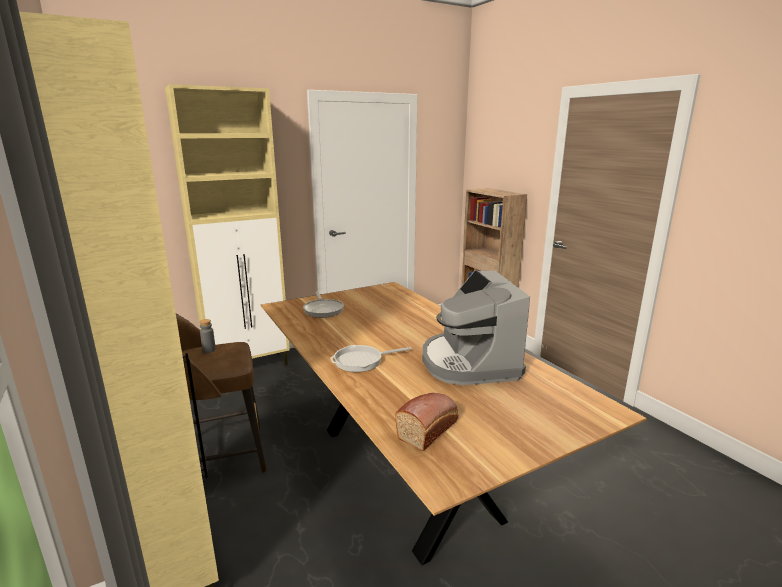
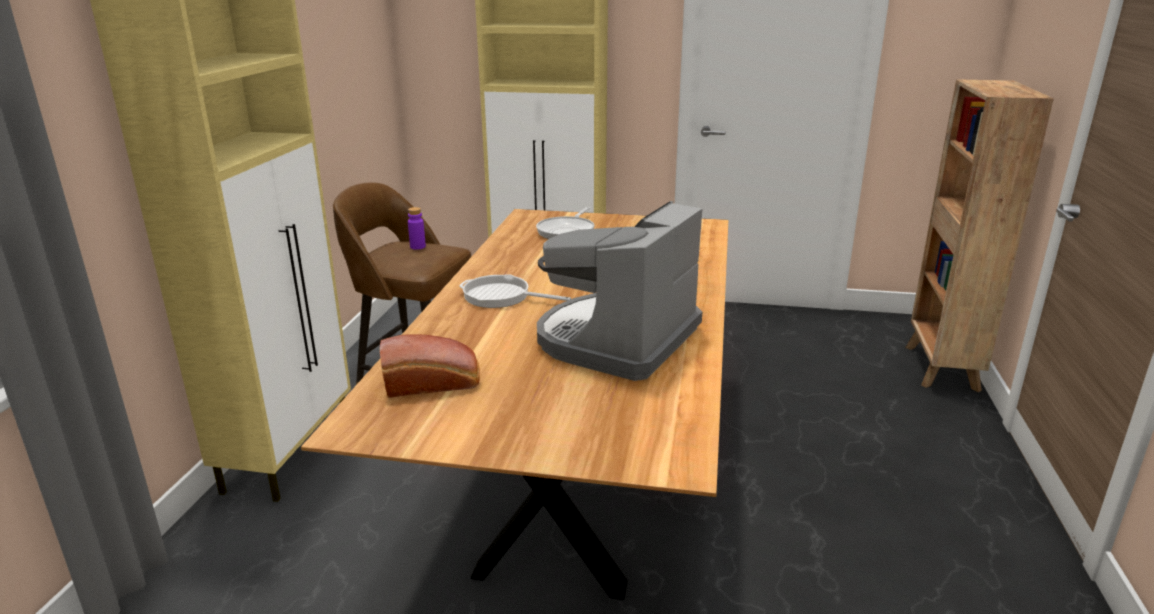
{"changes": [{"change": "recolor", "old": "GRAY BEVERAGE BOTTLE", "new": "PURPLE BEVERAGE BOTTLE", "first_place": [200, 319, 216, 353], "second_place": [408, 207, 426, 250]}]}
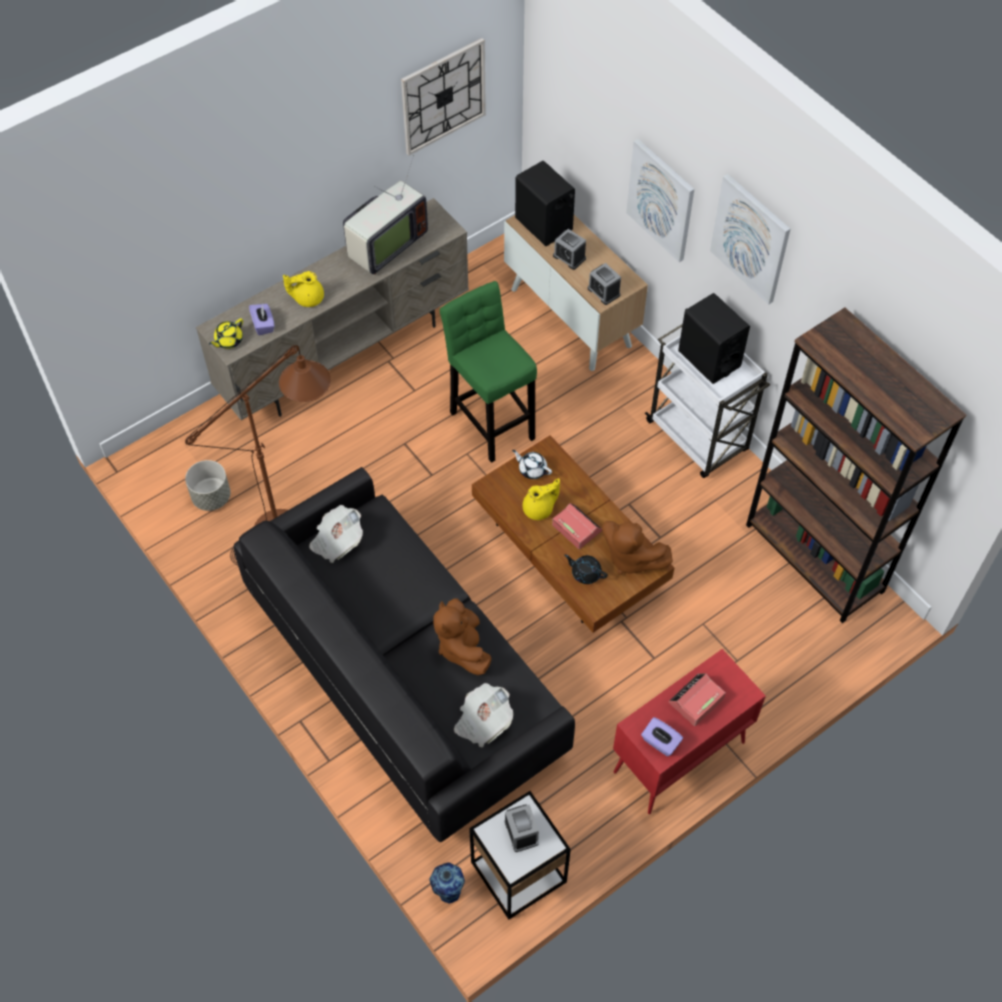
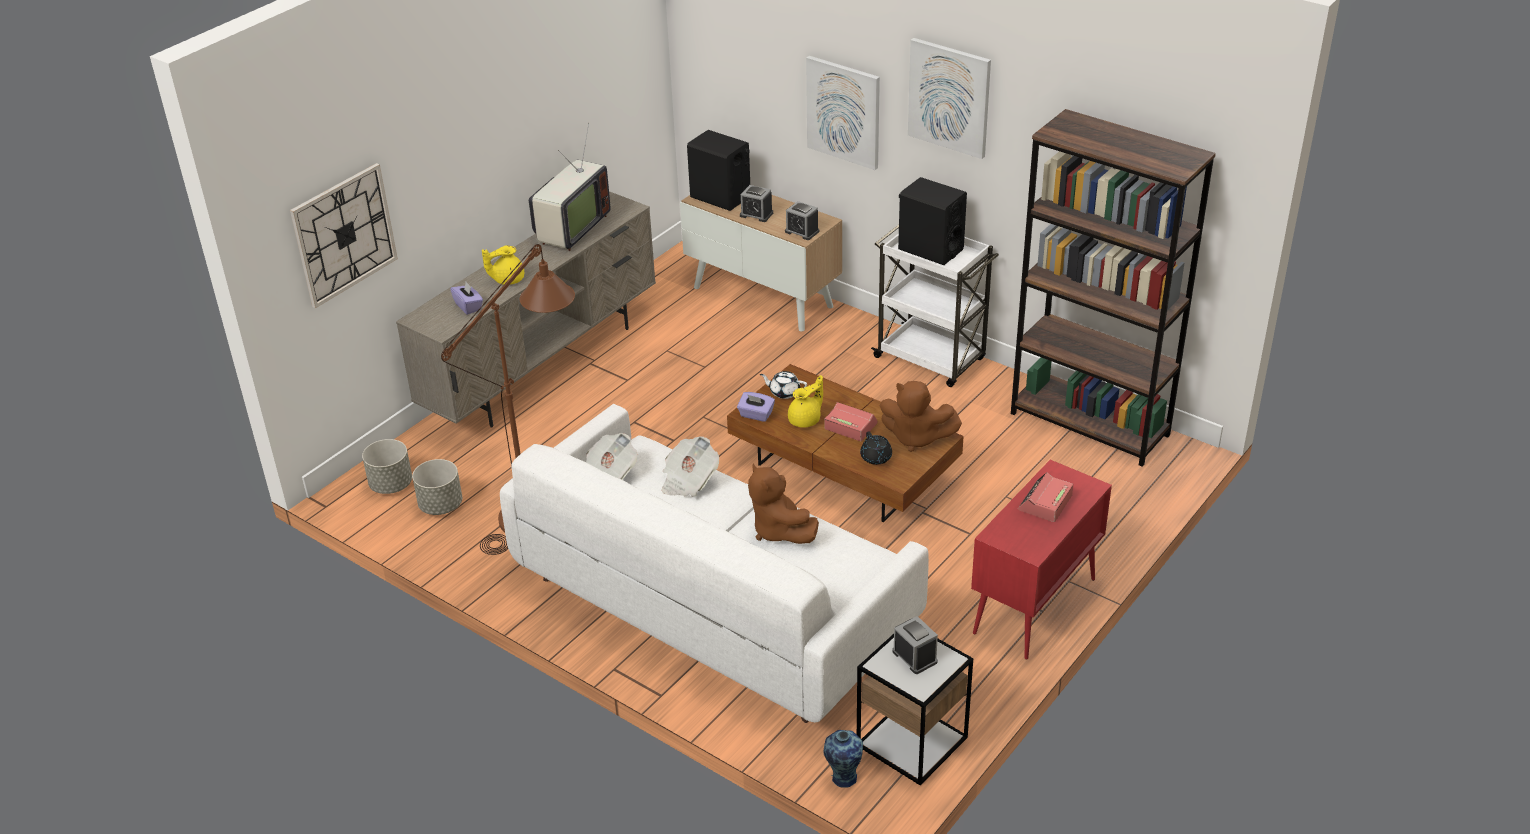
{"changes": [{"change": "delete", "old": "YELLOW-COLOURED TEAPOT", "first_place": [209, 318, 243, 349]}, {"change": "delete", "old": "GREEN-COLOURED STOOL SEAT", "first_place": [440, 281, 537, 463]}, {"change": "insert", "new": "GRAY PLANT POT", "second_place": [362, 439, 412, 494]}, {"change": "move", "old": "CLOCK ON THE WALL", "first_place": [401, 38, 486, 155], "second_place": [290, 163, 398, 308]}, {"change": "move", "old": "PRINTED PAPER", "first_place": [454, 683, 513, 747], "second_place": [662, 436, 719, 497]}, {"change": "move", "old": "PURPLE BOX OF TISSUES", "first_place": [641, 717, 683, 756], "second_place": [737, 392, 775, 422]}, {"change": "recolor", "old": "BLACK SOFA", "new": "WHITISH SOFA", "first_place": [234, 467, 575, 842], "second_place": [500, 404, 929, 723]}, {"change": "rotate", "old": "BLACK TEAPOT", "first_place": [564, 554, 608, 584], "second_place": [860, 431, 892, 465], "degrees": -120}]}
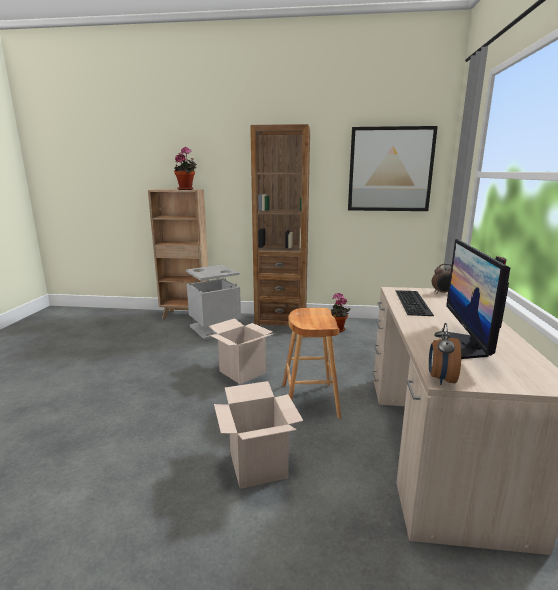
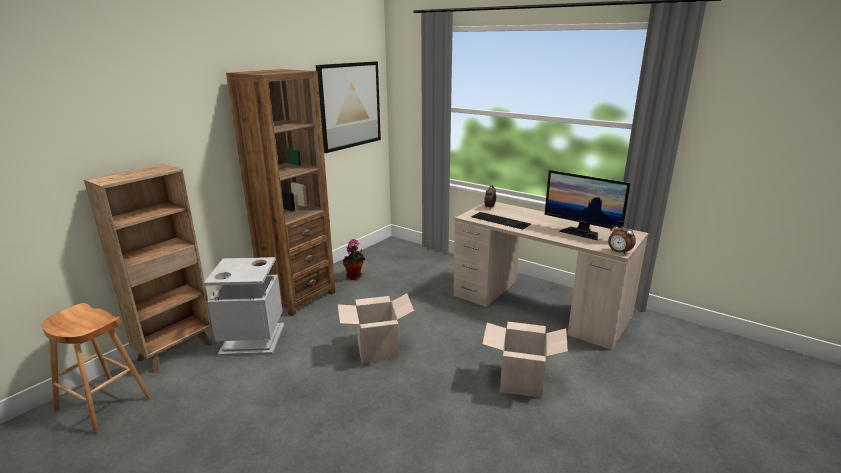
{"changes": [{"change": "delete", "old": "HOUSEPLANT", "first_place": [174, 147, 197, 190]}, {"change": "move", "old": "BROWN-COLOURED STOOL SEAT", "first_place": [282, 308, 341, 419], "second_place": [42, 303, 151, 434]}]}
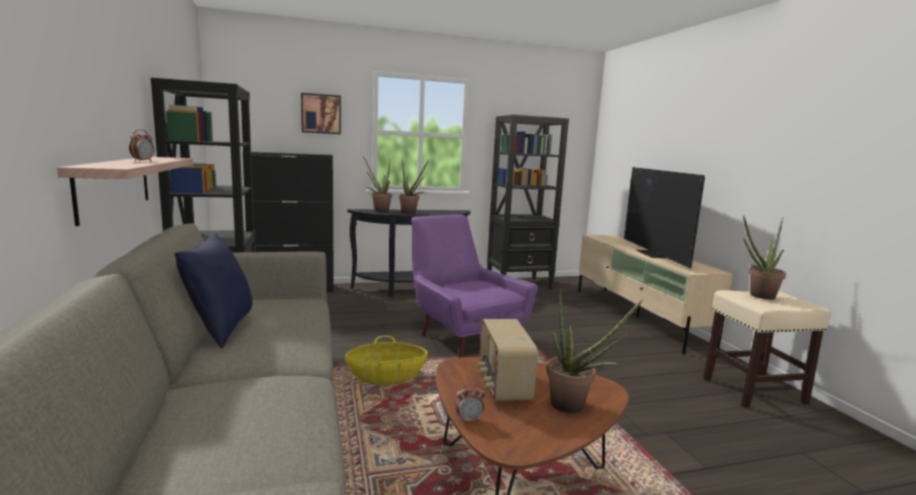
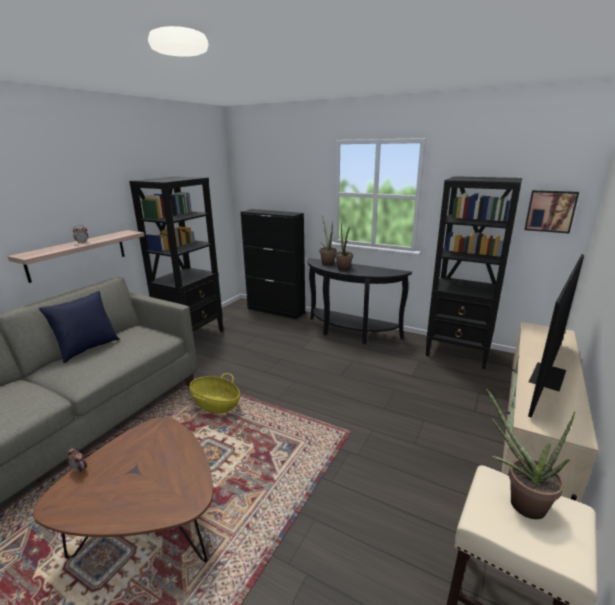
{"changes": [{"change": "delete", "old": "PURPLE ARMCHAIR", "first_place": [411, 214, 538, 358]}, {"change": "delete", "old": "RADIO", "first_place": [478, 319, 538, 401]}, {"change": "delete", "old": "HOUSEPLANT", "first_place": [546, 289, 643, 413]}, {"change": "move", "old": "WALL ART", "first_place": [301, 93, 341, 134], "second_place": [524, 190, 579, 233]}]}
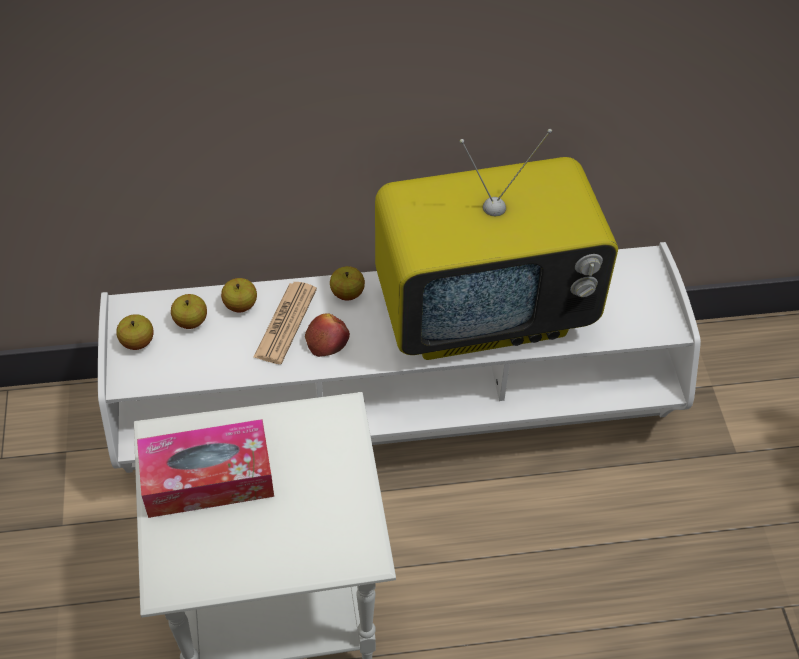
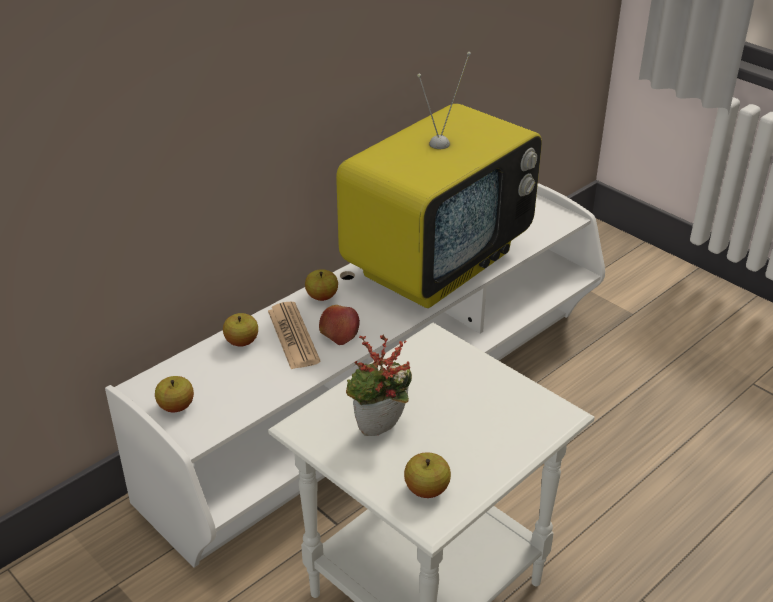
{"changes": [{"change": "move", "old": "WHOLE APPLE", "first_place": [171, 294, 207, 329], "second_place": [404, 452, 451, 498]}, {"change": "replace", "old": "BOX OF TISSUES", "new": "HOUSEPLANT", "first_place": [137, 419, 274, 518], "second_place": [346, 335, 412, 436]}]}
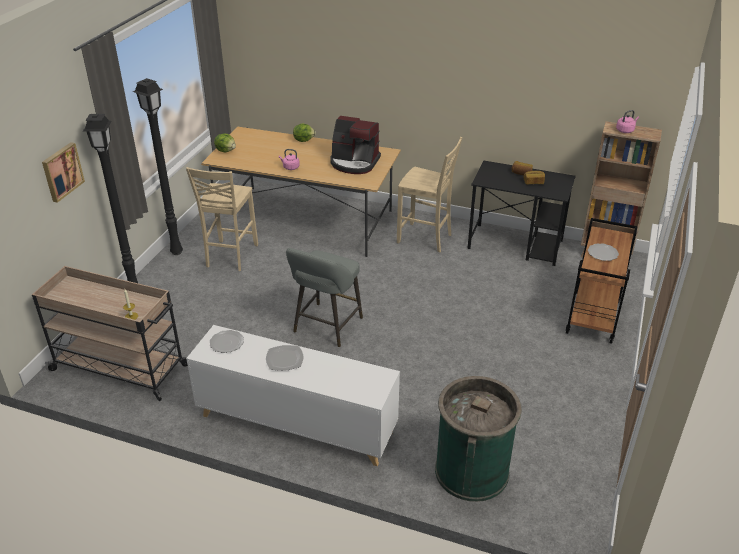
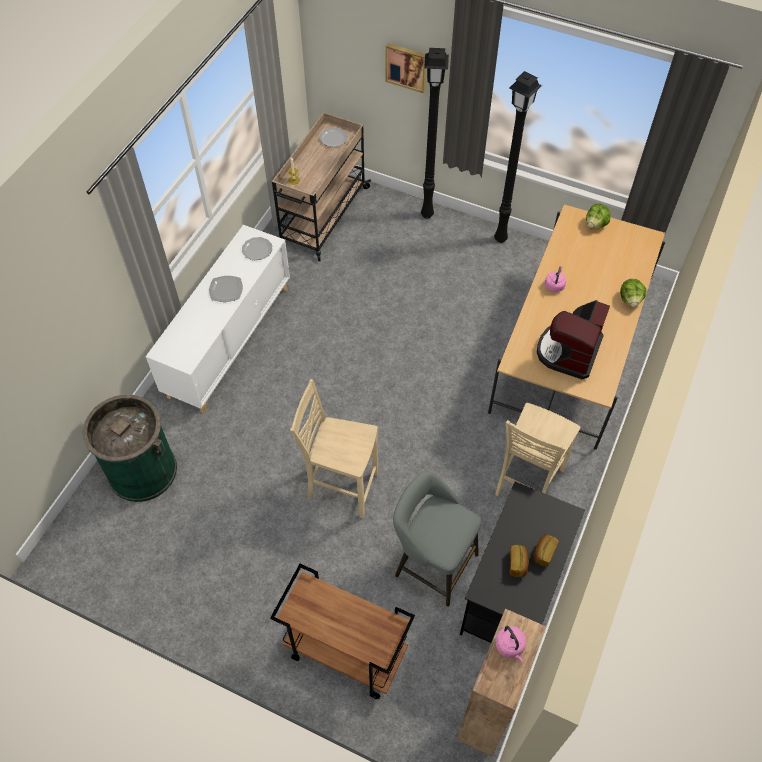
{"changes": [{"change": "move", "old": "BEIGE-COLOURED UPRIGHT CHAIR", "first_place": [186, 167, 258, 271], "second_place": [290, 379, 378, 518]}, {"change": "move", "old": "GRAY STOOL SEAT", "first_place": [286, 248, 363, 347], "second_place": [393, 471, 481, 607]}, {"change": "move", "old": "DINNER PLATE", "first_place": [588, 243, 619, 261], "second_place": [319, 128, 348, 147]}]}
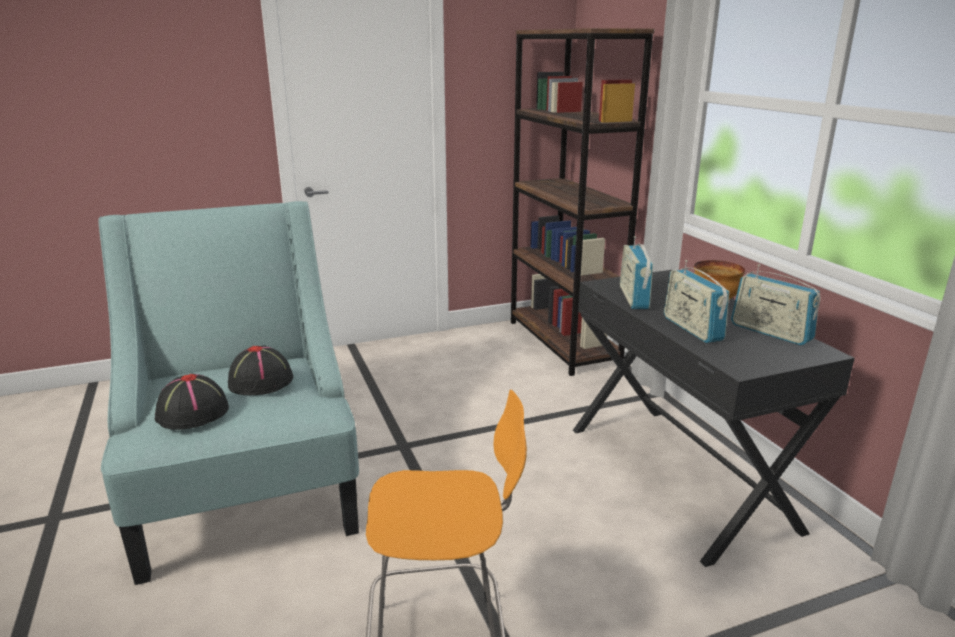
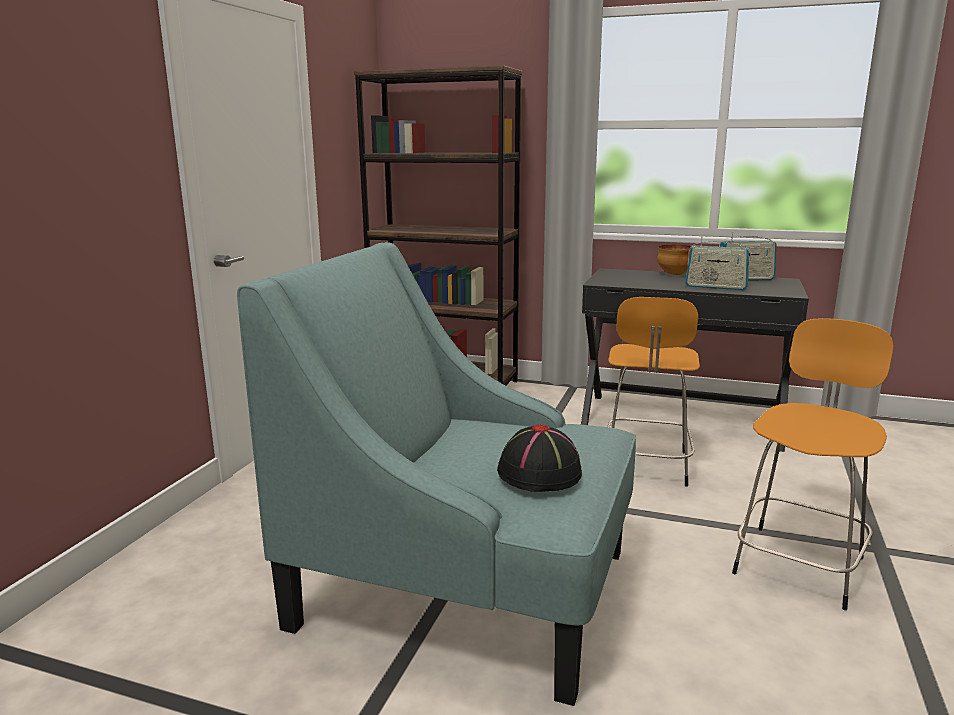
{"changes": [{"change": "delete", "old": "BLACK HAT", "first_place": [228, 346, 293, 395]}, {"change": "delete", "old": "RADIO", "first_place": [620, 236, 653, 309]}, {"change": "insert", "new": "ORANGEY STOOL SEAT", "second_place": [607, 297, 700, 487]}]}
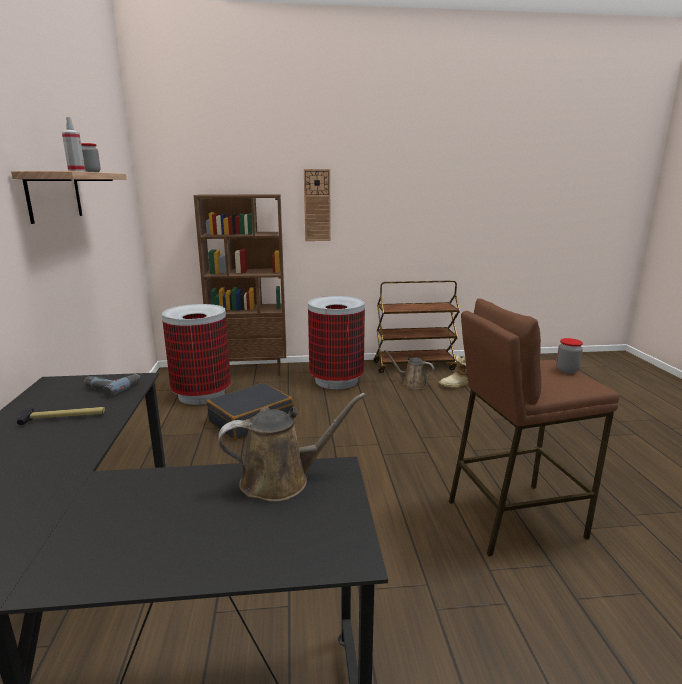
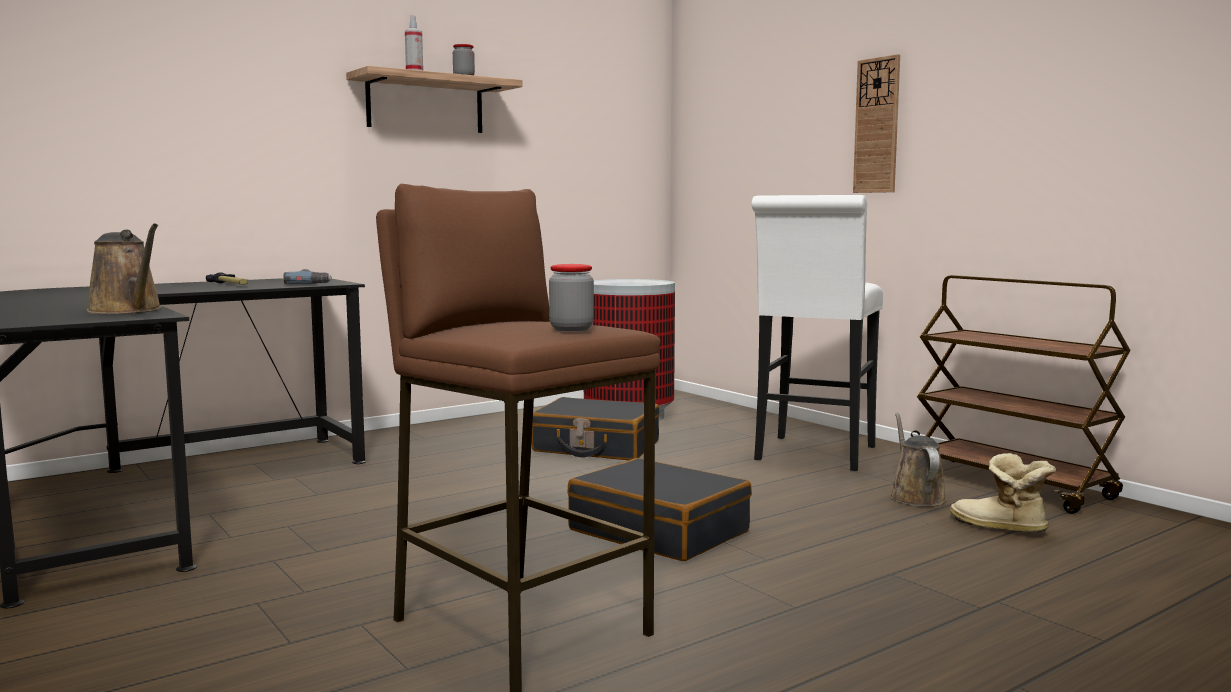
{"changes": [{"change": "delete", "old": "BROWN-COLOURED BOOKCASE", "first_place": [193, 194, 286, 376]}, {"change": "insert", "new": "BLACK PIECE OF LUGGAGE", "second_place": [567, 458, 752, 561]}, {"change": "replace", "old": "RUBBISH BIN", "new": "WHITISH STOOL SEAT", "first_place": [308, 296, 365, 389], "second_place": [751, 195, 883, 471]}]}
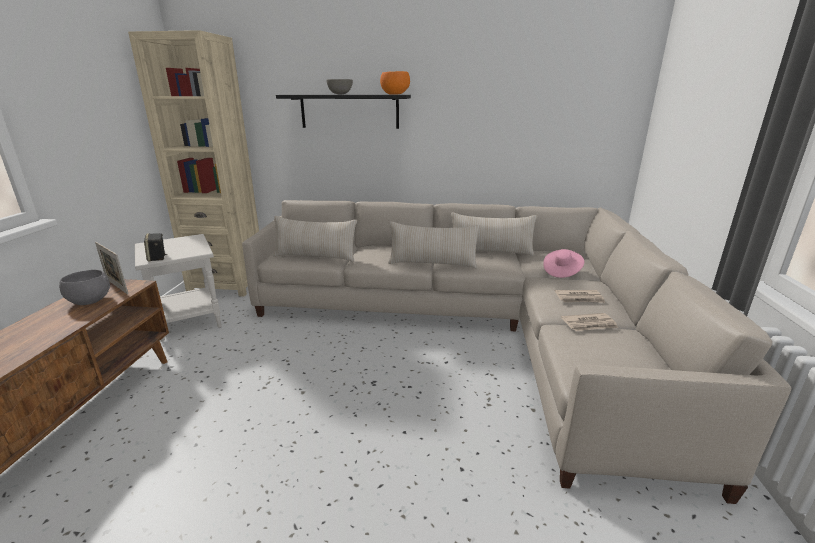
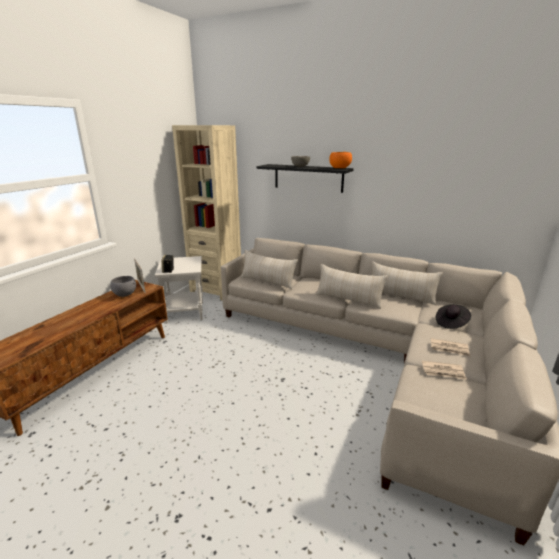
{"changes": [{"change": "recolor", "old": "PINK HAT", "new": "BLACK HAT", "first_place": [543, 249, 584, 278], "second_place": [436, 305, 471, 329]}]}
